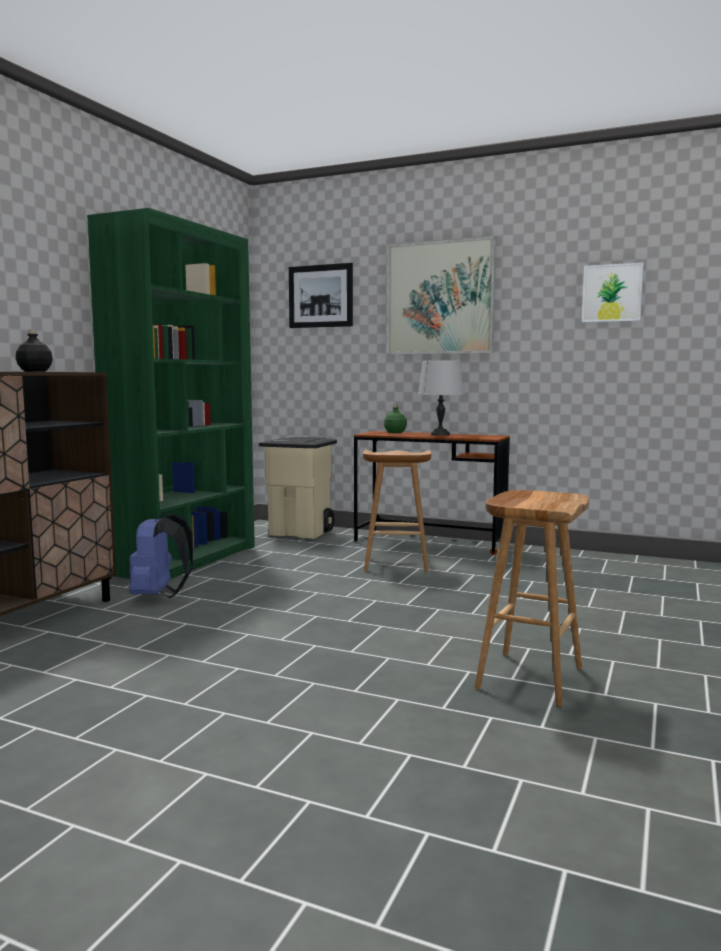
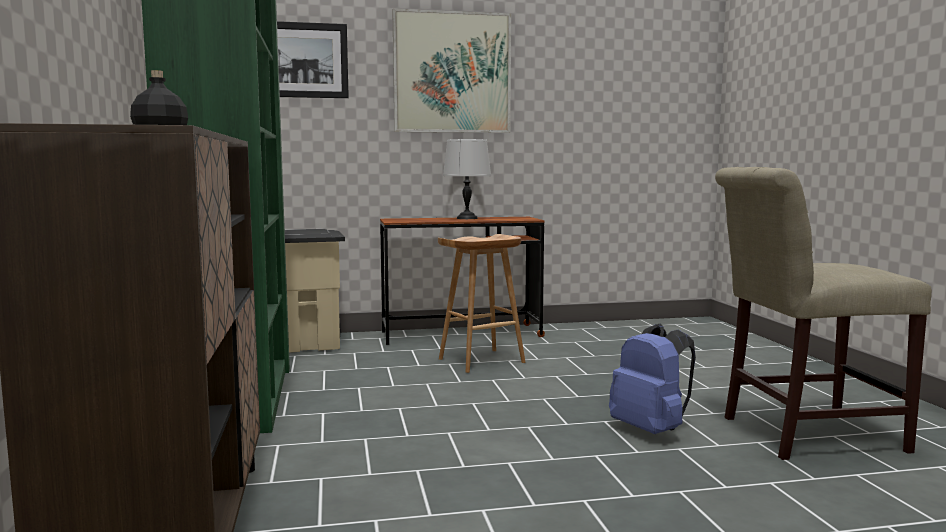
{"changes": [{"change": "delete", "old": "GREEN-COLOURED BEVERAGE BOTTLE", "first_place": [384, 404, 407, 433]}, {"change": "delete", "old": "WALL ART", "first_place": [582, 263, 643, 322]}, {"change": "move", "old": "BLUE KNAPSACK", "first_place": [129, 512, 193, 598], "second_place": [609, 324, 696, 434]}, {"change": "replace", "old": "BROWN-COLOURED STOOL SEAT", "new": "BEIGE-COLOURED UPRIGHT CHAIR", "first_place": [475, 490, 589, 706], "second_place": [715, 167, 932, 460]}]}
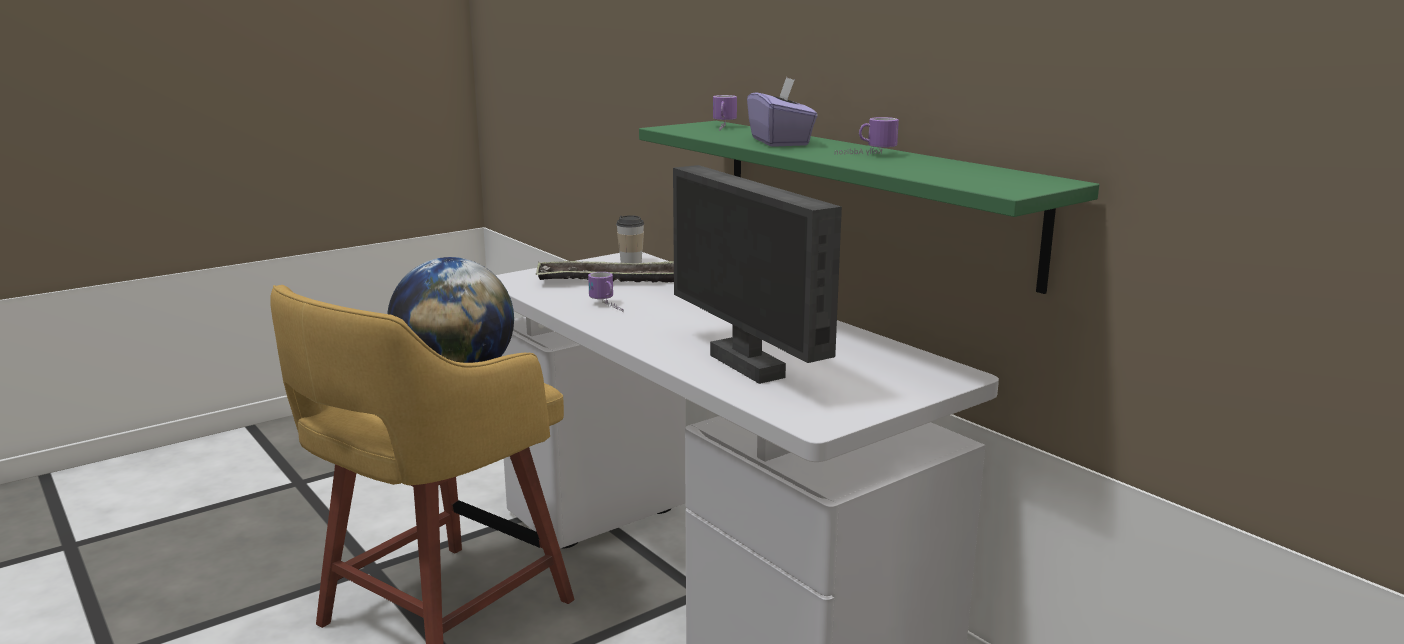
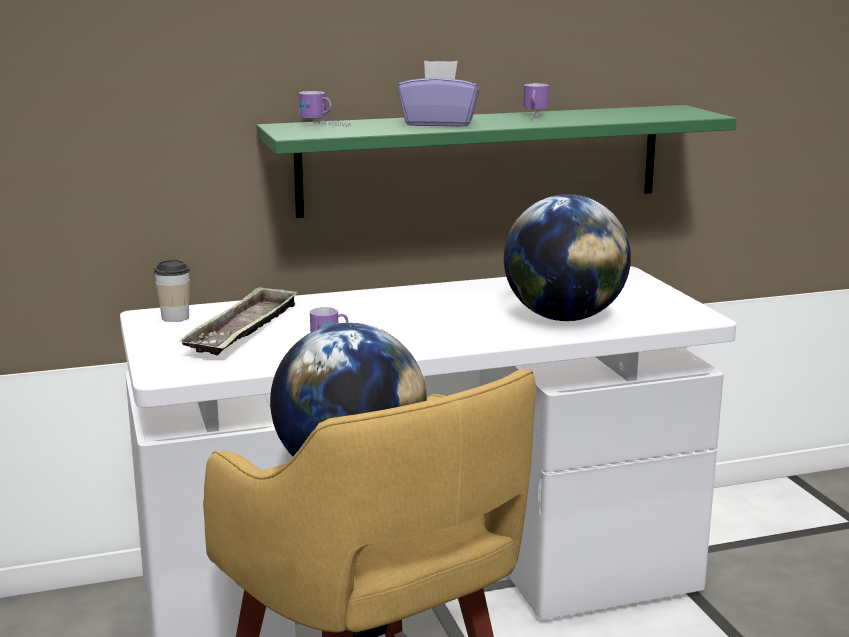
{"changes": [{"change": "replace", "old": "COMPUTER SCREEN", "new": "WORLD GLOBE", "first_place": [673, 165, 842, 384], "second_place": [504, 194, 631, 321]}]}
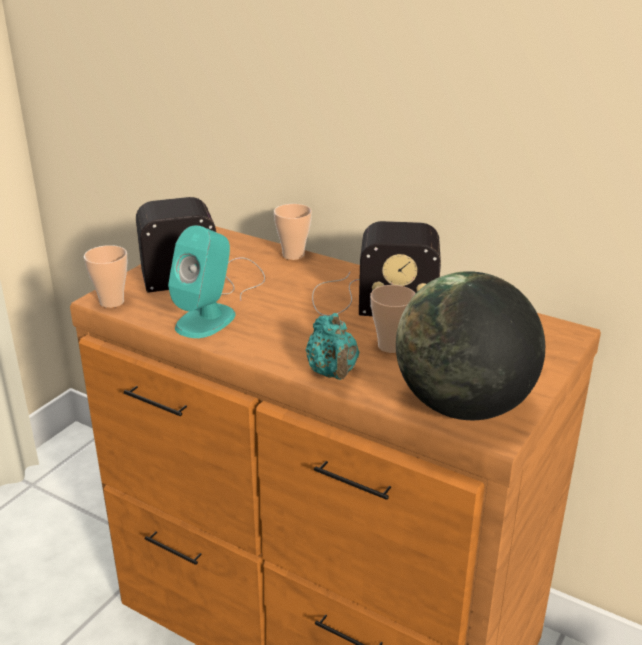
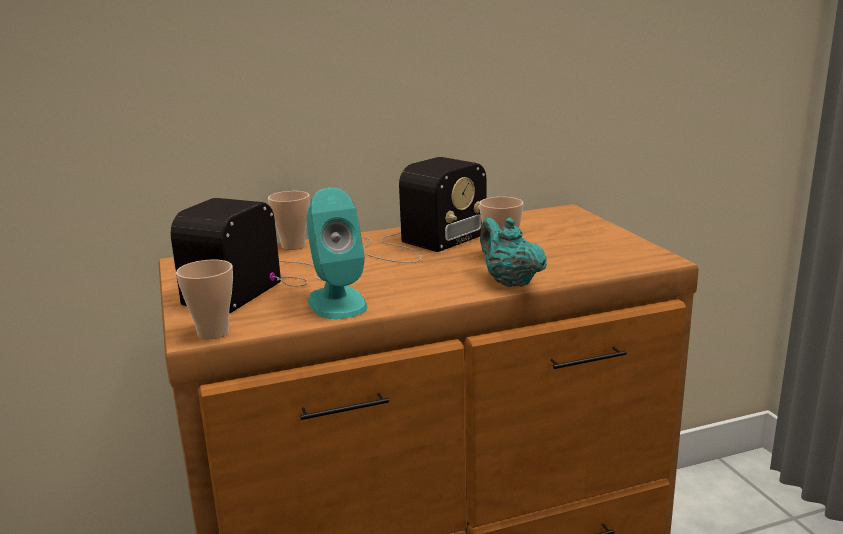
{"changes": [{"change": "delete", "old": "WORLD GLOBE", "first_place": [396, 271, 545, 420]}, {"change": "rotate", "old": "TURQUOISE TEAPOT", "first_place": [305, 313, 359, 380], "second_place": [480, 218, 547, 287], "degrees": -150}]}
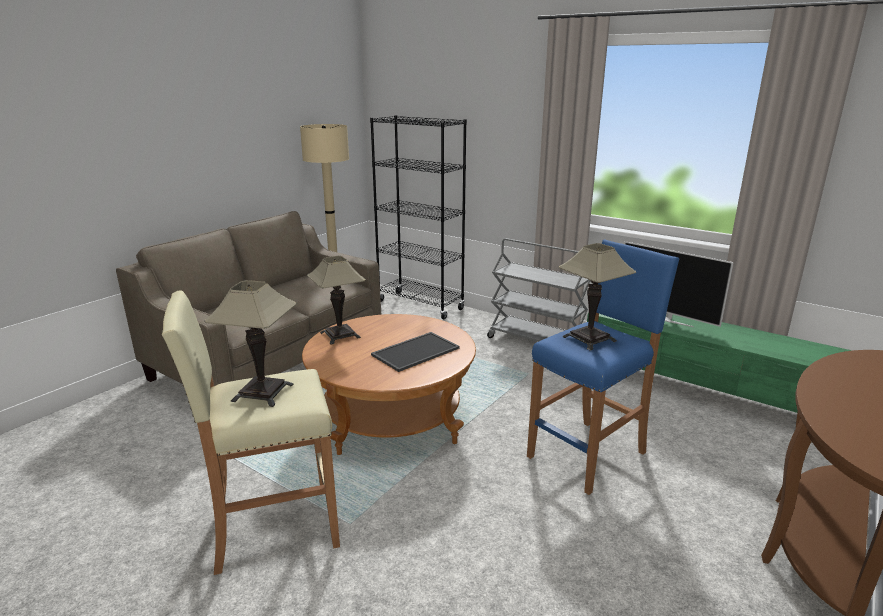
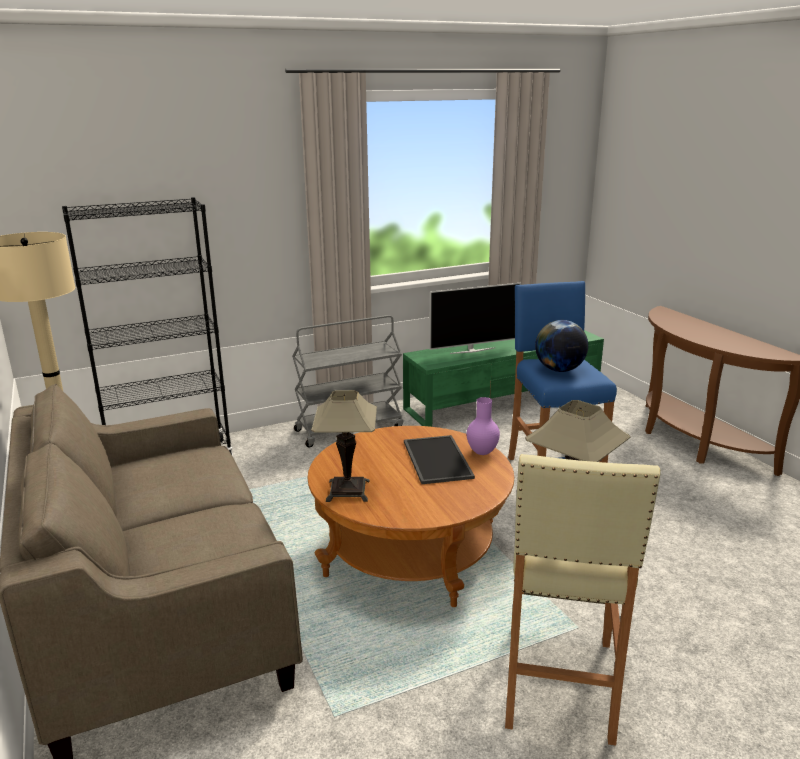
{"changes": [{"change": "insert", "new": "PURPLE DECORATIVE VASE", "second_place": [467, 397, 500, 455]}, {"change": "replace", "old": "LAMP FOR A TABLE", "new": "WORLD GLOBE", "first_place": [558, 243, 636, 351], "second_place": [535, 320, 588, 372]}]}
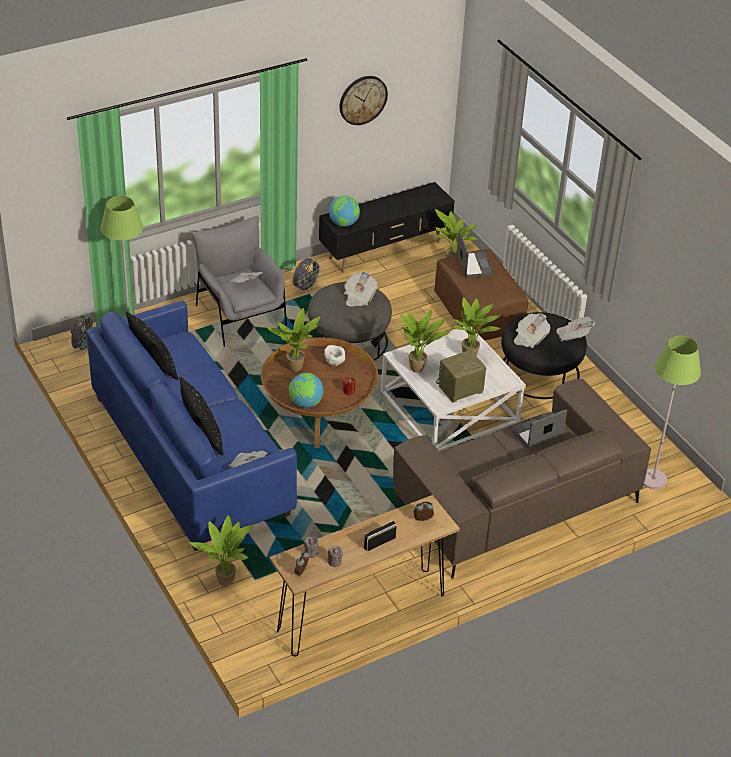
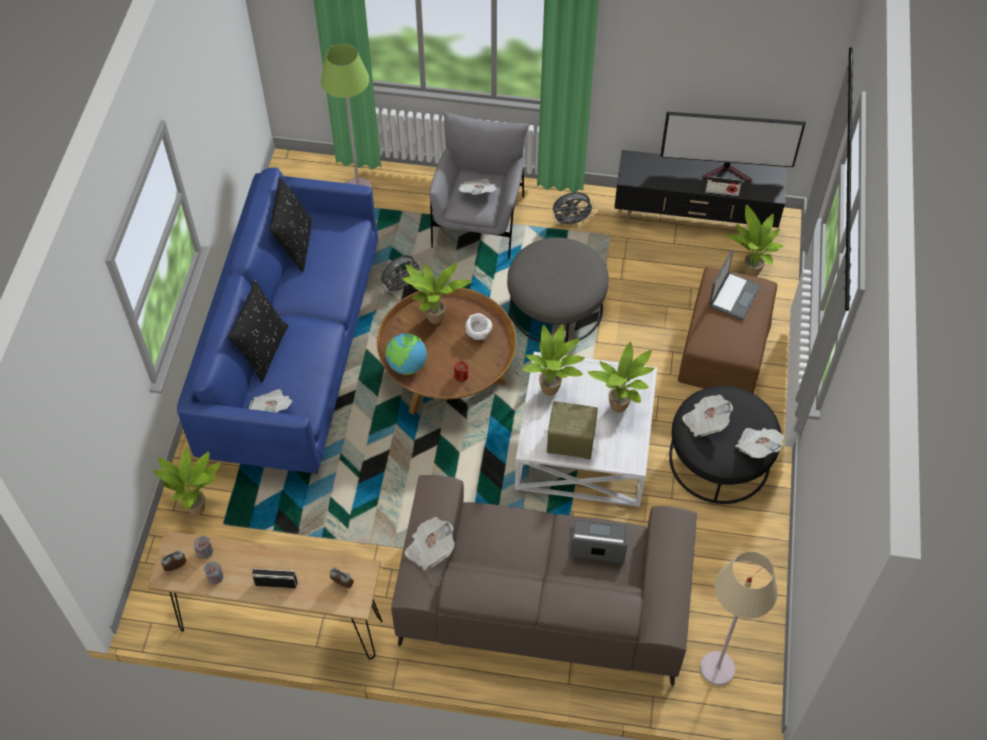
{"changes": [{"change": "delete", "old": "WORLD GLOBE", "first_place": [329, 195, 360, 227]}, {"change": "delete", "old": "CLOCK ON THE WALL", "first_place": [340, 76, 388, 125]}, {"change": "insert", "new": "TV", "second_place": [660, 112, 806, 182]}, {"change": "insert", "new": "RADIO", "second_place": [705, 176, 742, 197]}, {"change": "move", "old": "GRAY FAN", "first_place": [71, 315, 95, 353], "second_place": [381, 255, 422, 294]}, {"change": "move", "old": "PRINTED PAPER", "first_place": [344, 271, 378, 306], "second_place": [405, 517, 455, 570]}, {"change": "recolor", "old": "GREEN-COLOURED STANDARD LAMP", "new": "BEIGE-COLOURED STANDARD LAMP", "first_place": [644, 336, 701, 489], "second_place": [700, 551, 778, 685]}]}
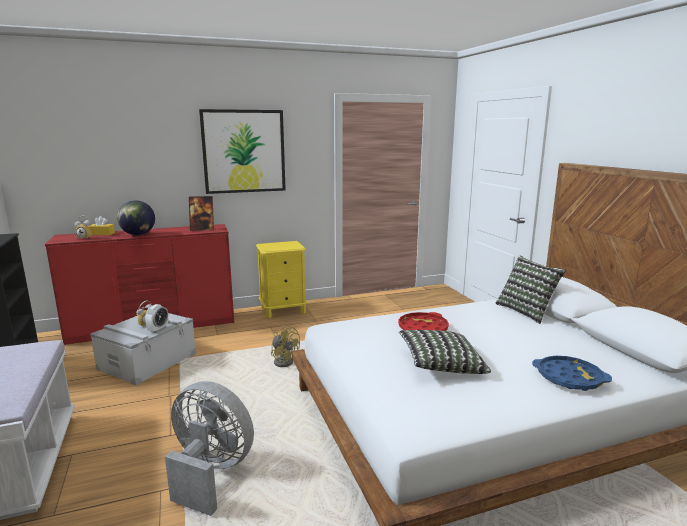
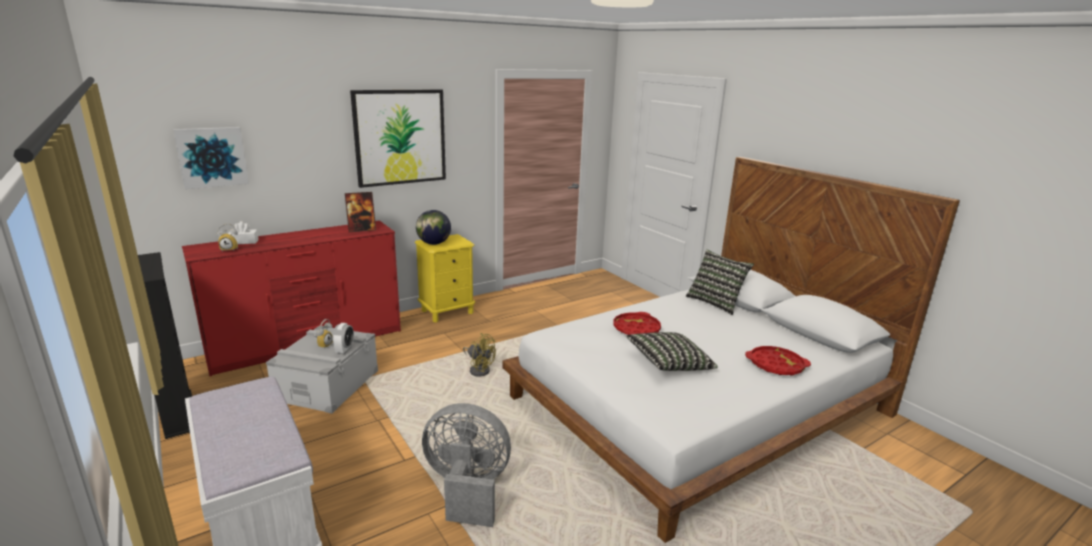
{"changes": [{"change": "insert", "new": "WALL ART", "second_place": [173, 127, 249, 189]}, {"change": "move", "old": "WORLD GLOBE", "first_place": [117, 200, 155, 235], "second_place": [416, 210, 451, 245]}, {"change": "recolor", "old": "YELLOW-COLOURED BOX OF TISSUES", "new": "WHITISH BOX OF TISSUES", "first_place": [88, 216, 115, 235], "second_place": [228, 221, 259, 244]}, {"change": "recolor", "old": "BLUE CARRYING TRAY", "new": "REDDISH CARRYING TRAY", "first_place": [532, 356, 612, 391], "second_place": [745, 346, 811, 376]}]}
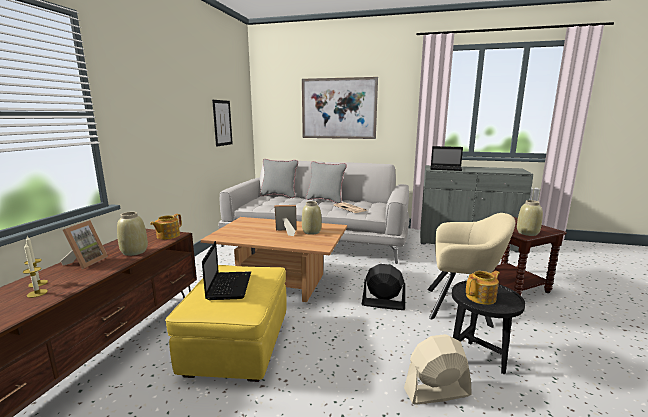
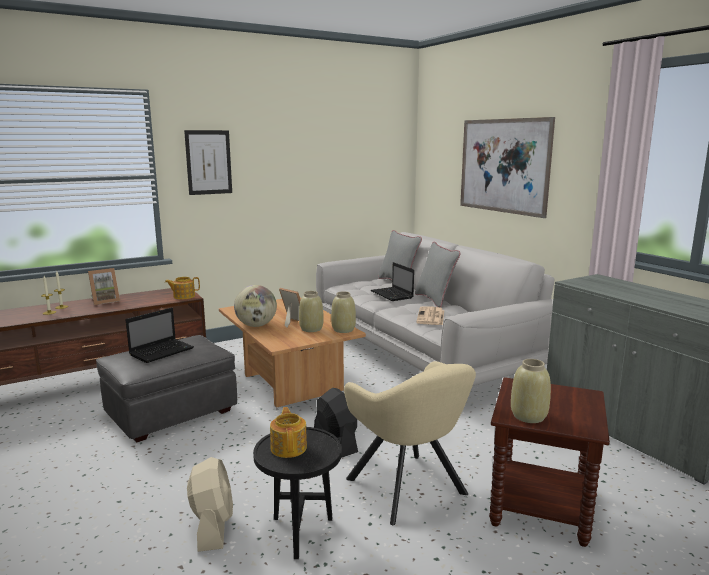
{"changes": [{"change": "insert", "new": "WORLD GLOBE", "second_place": [234, 285, 277, 327]}, {"change": "move", "old": "BEIGE-COLOURED DECORATIVE VASE", "first_place": [117, 212, 148, 256], "second_place": [331, 291, 356, 333]}, {"change": "move", "old": "WALL ART", "first_place": [212, 100, 233, 147], "second_place": [184, 130, 232, 195]}, {"change": "move", "old": "LAPTOP", "first_place": [430, 146, 463, 171], "second_place": [371, 262, 414, 301]}, {"change": "recolor", "old": "YELLOW-COLOURED FOOTREST", "new": "GRAY FOOTREST", "first_place": [165, 265, 287, 382], "second_place": [96, 335, 237, 443]}, {"change": "rotate", "old": "BEIGE-COLOURED FAN", "first_place": [404, 334, 472, 405], "second_place": [187, 457, 233, 552], "degrees": 45}, {"change": "rotate", "old": "TEAPOT", "first_place": [466, 271, 500, 305], "second_place": [270, 407, 307, 458], "degrees": -120}]}
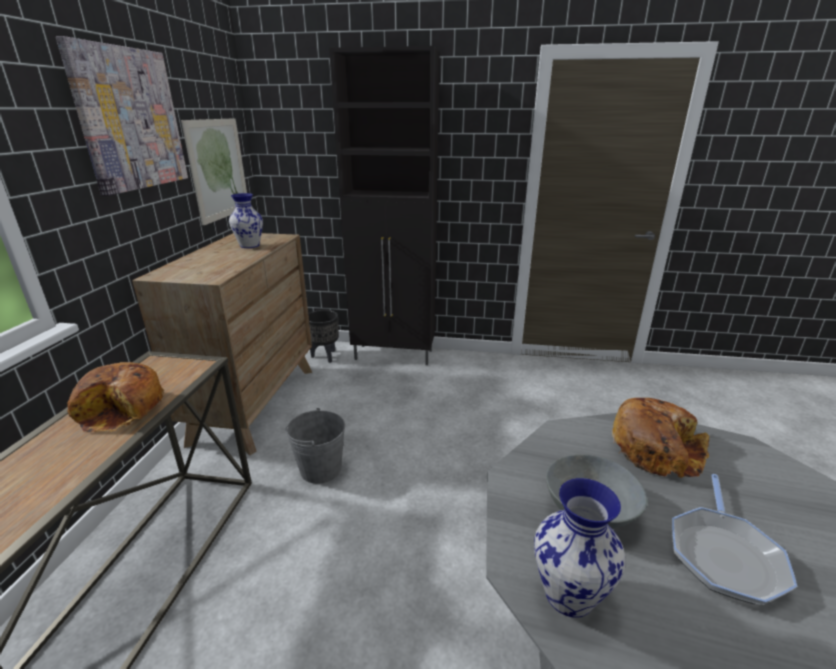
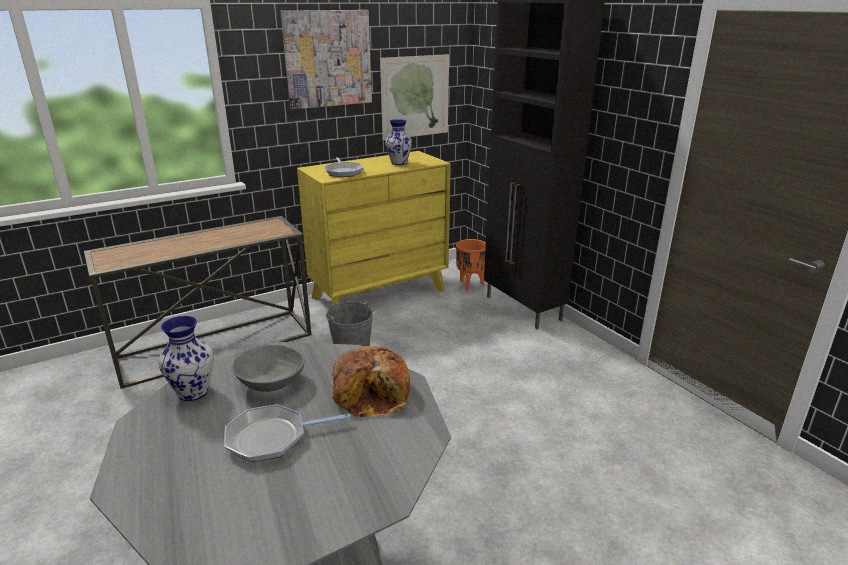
{"changes": [{"change": "delete", "old": "BAKED BREAD", "first_place": [67, 362, 165, 433]}, {"change": "insert", "new": "SKILLET", "second_place": [324, 157, 364, 177]}, {"change": "recolor", "old": "BROWN-COLOURED DRESSER", "new": "YELLOW-COLOURED DRESSER", "first_place": [132, 233, 312, 455], "second_place": [297, 151, 451, 306]}, {"change": "recolor", "old": "BLACK PLANT POT", "new": "ORANGEY PLANT POT", "first_place": [308, 310, 339, 363], "second_place": [456, 239, 486, 291]}]}
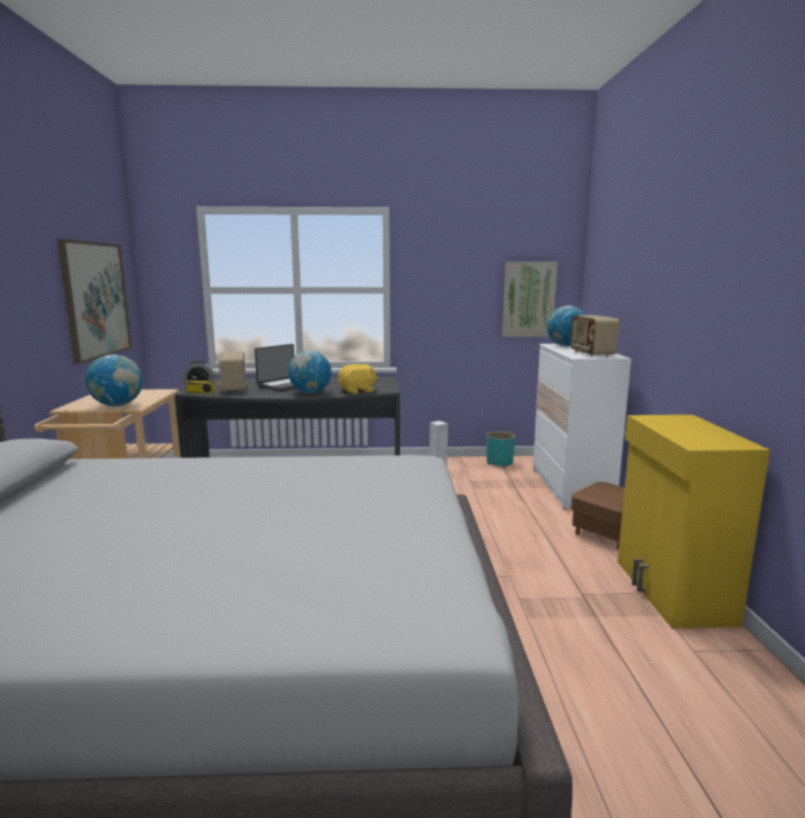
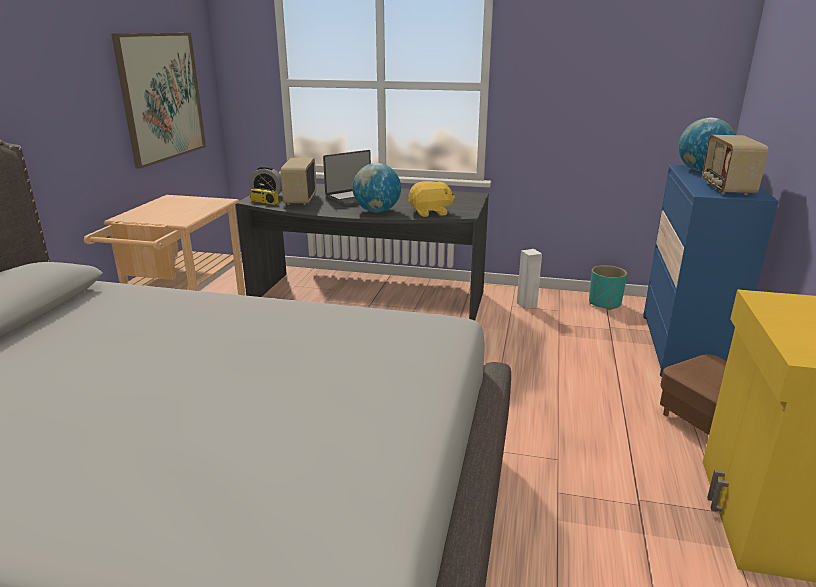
{"changes": [{"change": "delete", "old": "WORLD GLOBE", "first_place": [85, 355, 143, 406]}, {"change": "delete", "old": "WALL ART", "first_place": [502, 262, 558, 337]}, {"change": "recolor", "old": "WHITISH DRESSER", "new": "BLUE DRESSER", "first_place": [533, 344, 631, 509], "second_place": [643, 164, 779, 377]}]}
